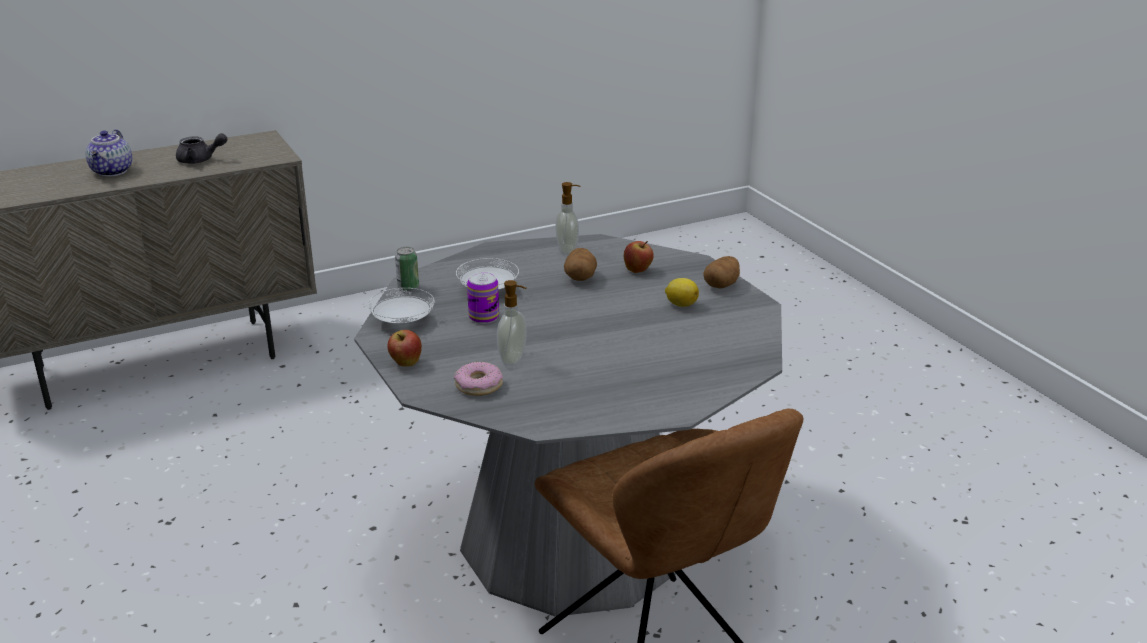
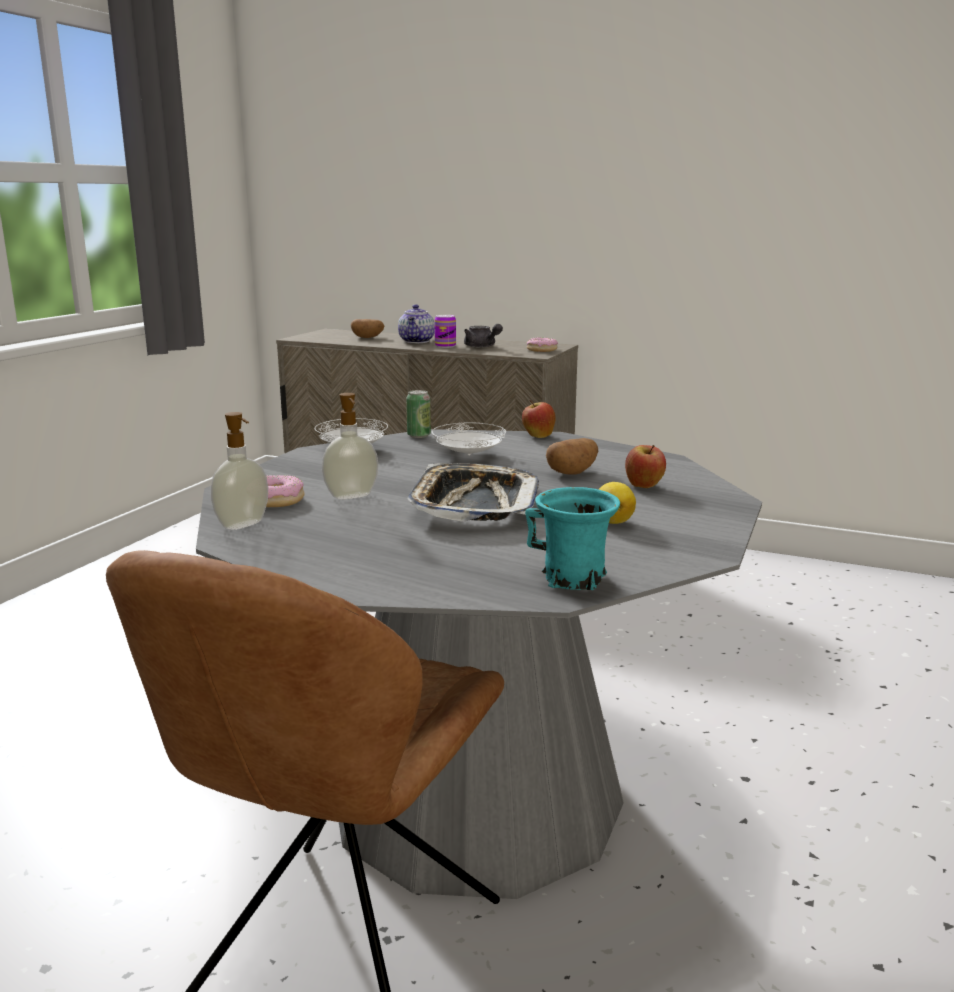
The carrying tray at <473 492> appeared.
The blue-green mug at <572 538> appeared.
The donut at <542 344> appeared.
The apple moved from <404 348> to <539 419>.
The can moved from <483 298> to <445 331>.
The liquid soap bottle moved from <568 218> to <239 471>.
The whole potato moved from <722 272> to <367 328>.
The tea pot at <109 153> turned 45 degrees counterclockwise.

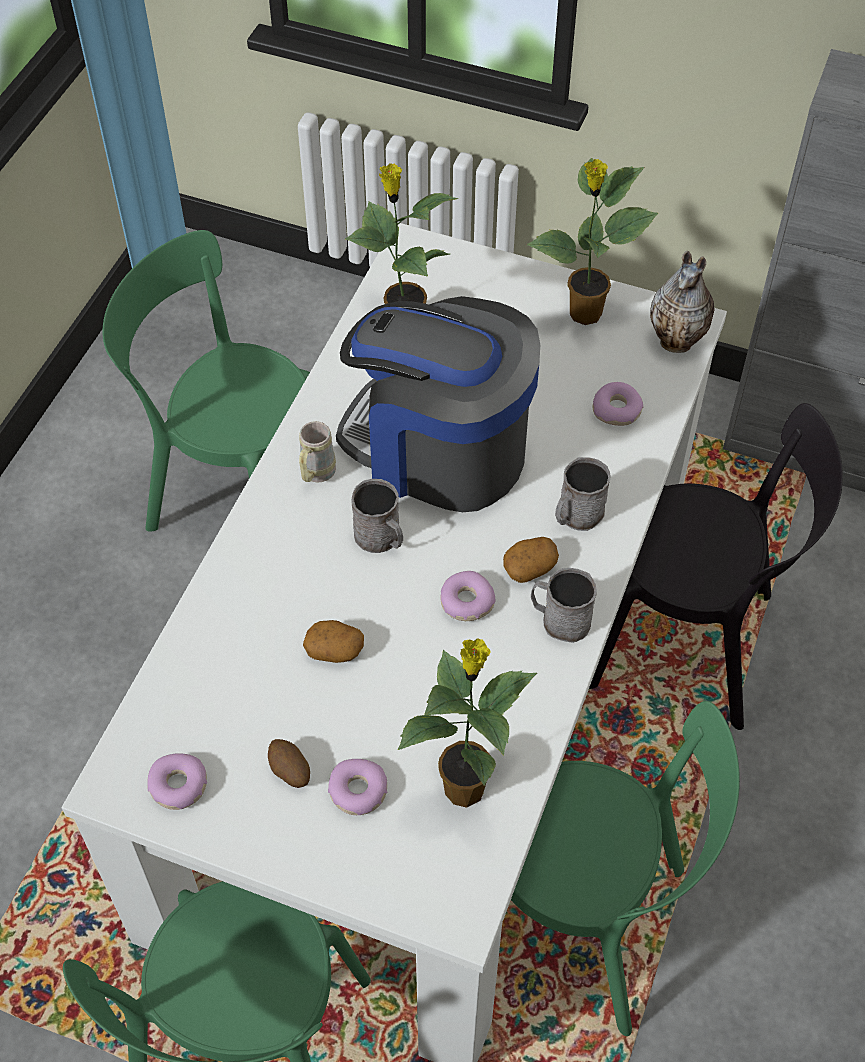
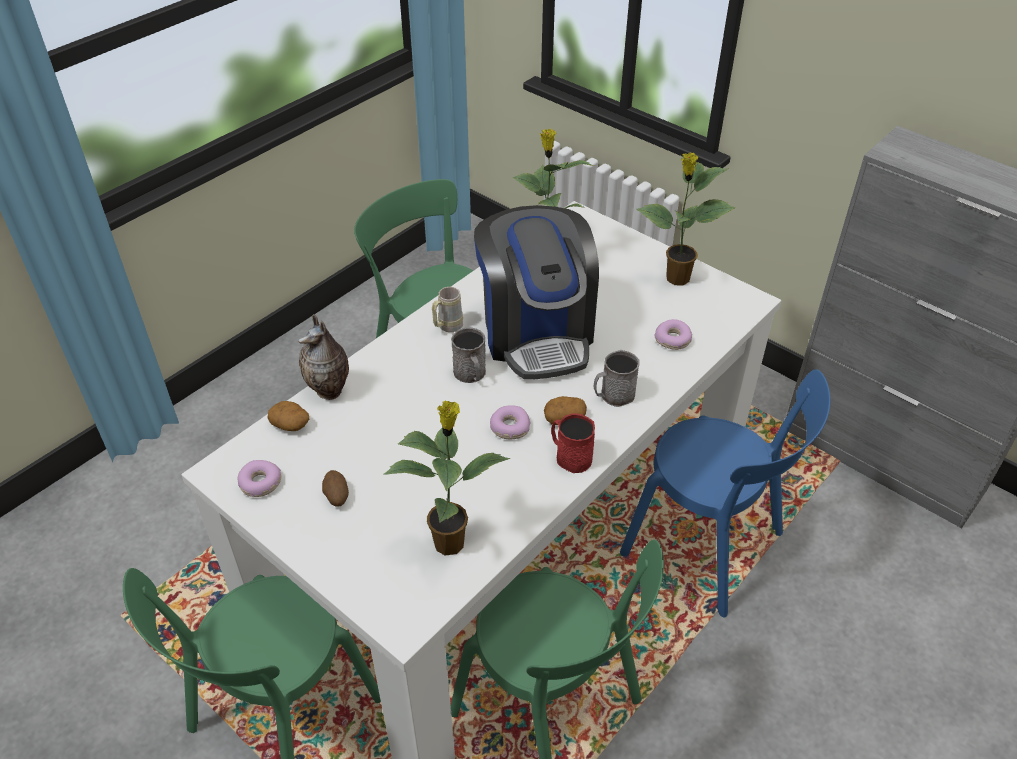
The donut at <357 787> disappeared.
The whole potato moved from <333 641> to <288 416>.
The vase moved from <682 302> to <323 357>.
The grey mug at <564 605> became the red-coloured mug at <573 443>.
The black-coloured upright chair at <716 566> became the blue-coloured upright chair at <725 493>.
The coffee brewer at <438 404> turned 150 degrees counterclockwise.

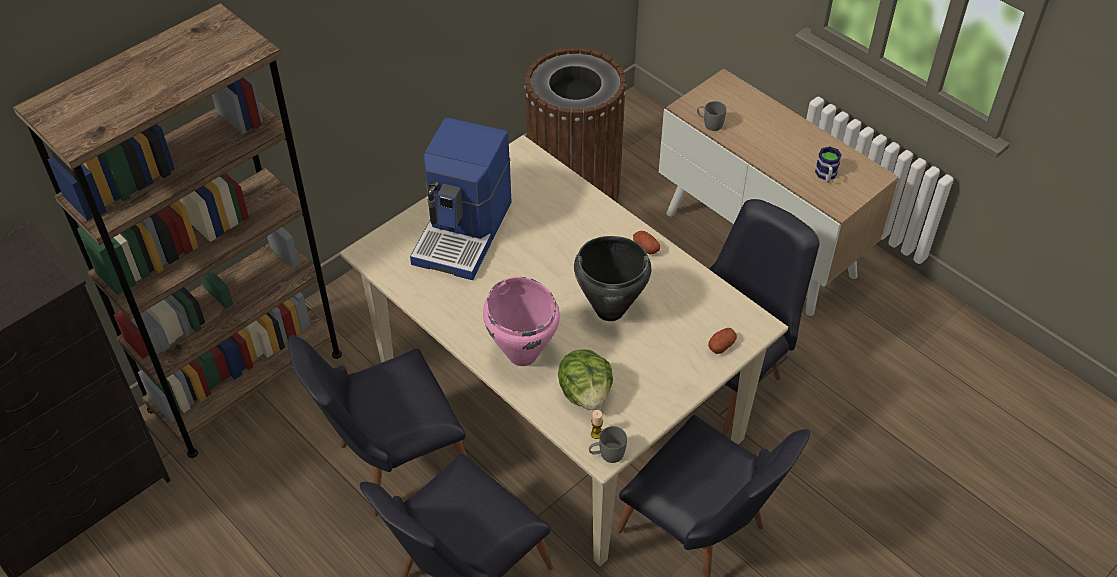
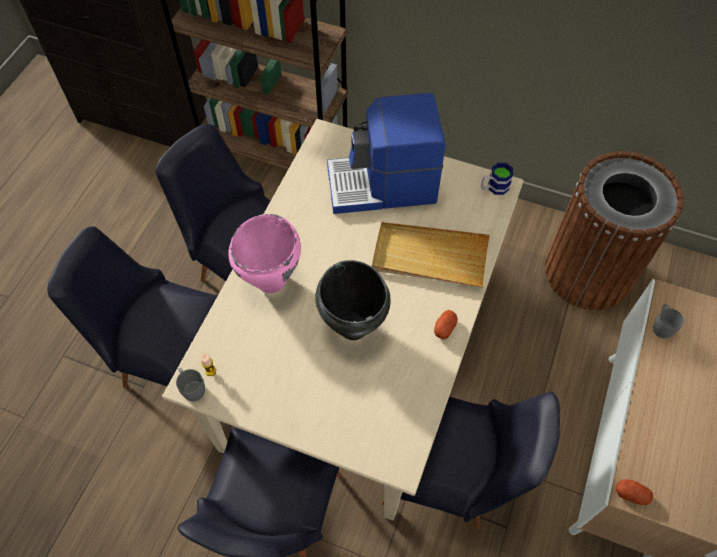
The lettuce at <585 379> disappeared.
The beige carrying tray at <431 255> appeared.
The whole potato moved from <722 341> to <634 492>.
The mug moved from <828 165> to <497 179>.

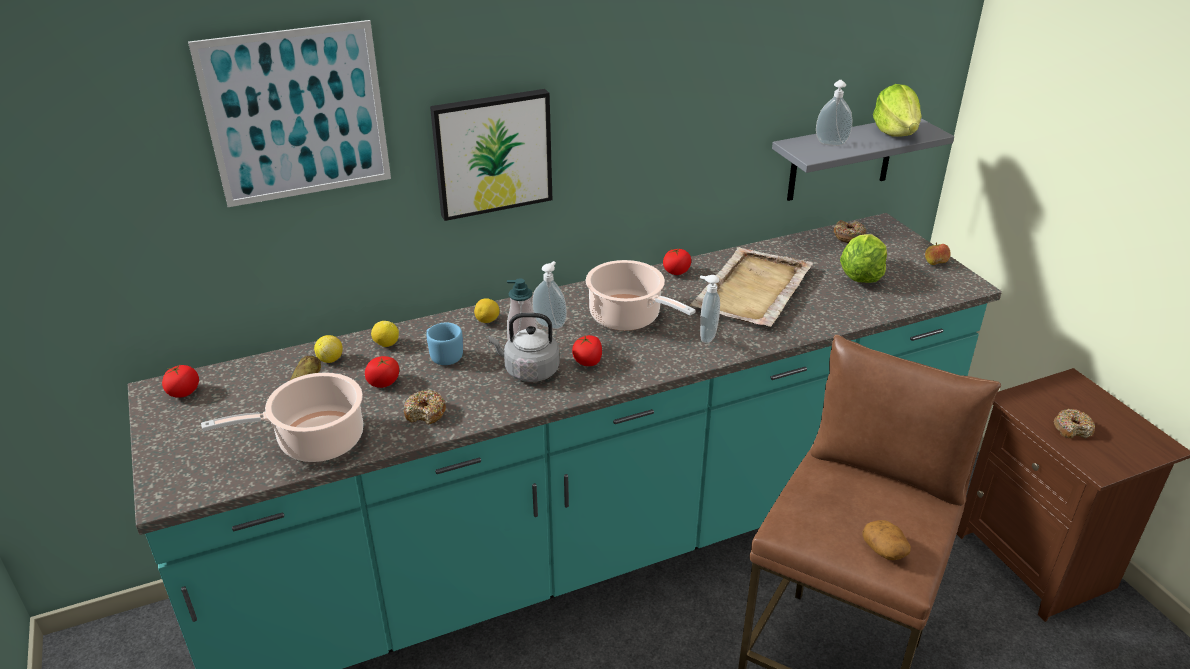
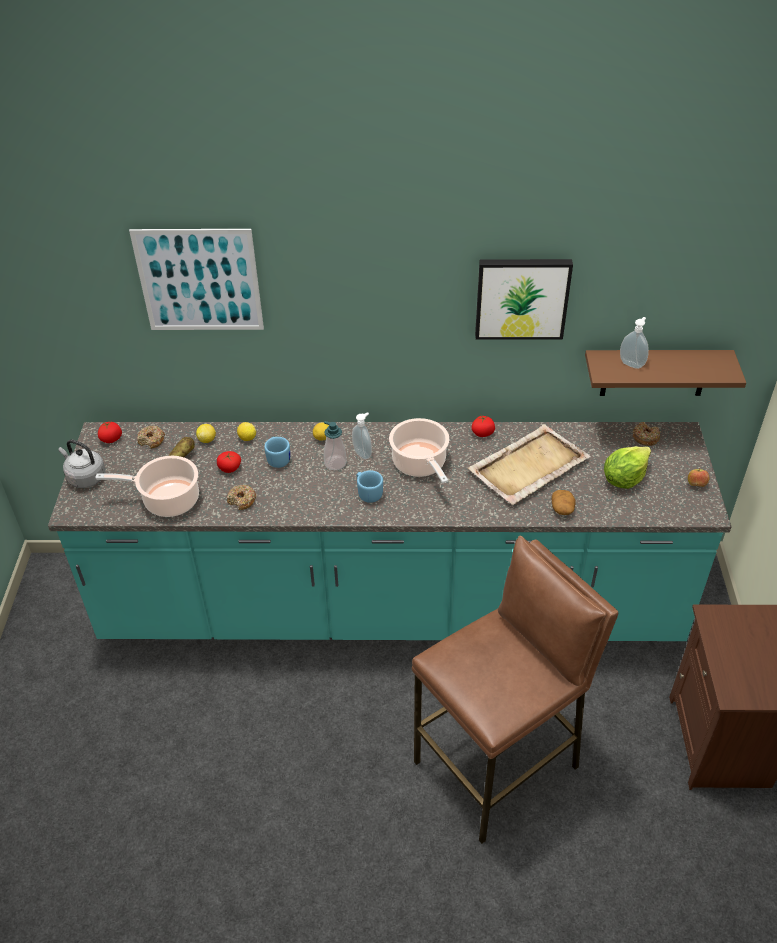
The liquid soap bottle at <710 309> disappeared.
The lettuce at <897 110> disappeared.
The wall art moved from <491 155> to <524 299>.
The grey tea kettle moved from <524 347> to <82 464>.
The whole potato moved from <886 540> to <564 502>.
The donut moved from <1074 424> to <151 437>.
The tomato at <587 350> was replaced by the blue-coloured mug at <370 486>.
The grey shelf at <863 159> became the brown-coloured shelf at <665 373>.

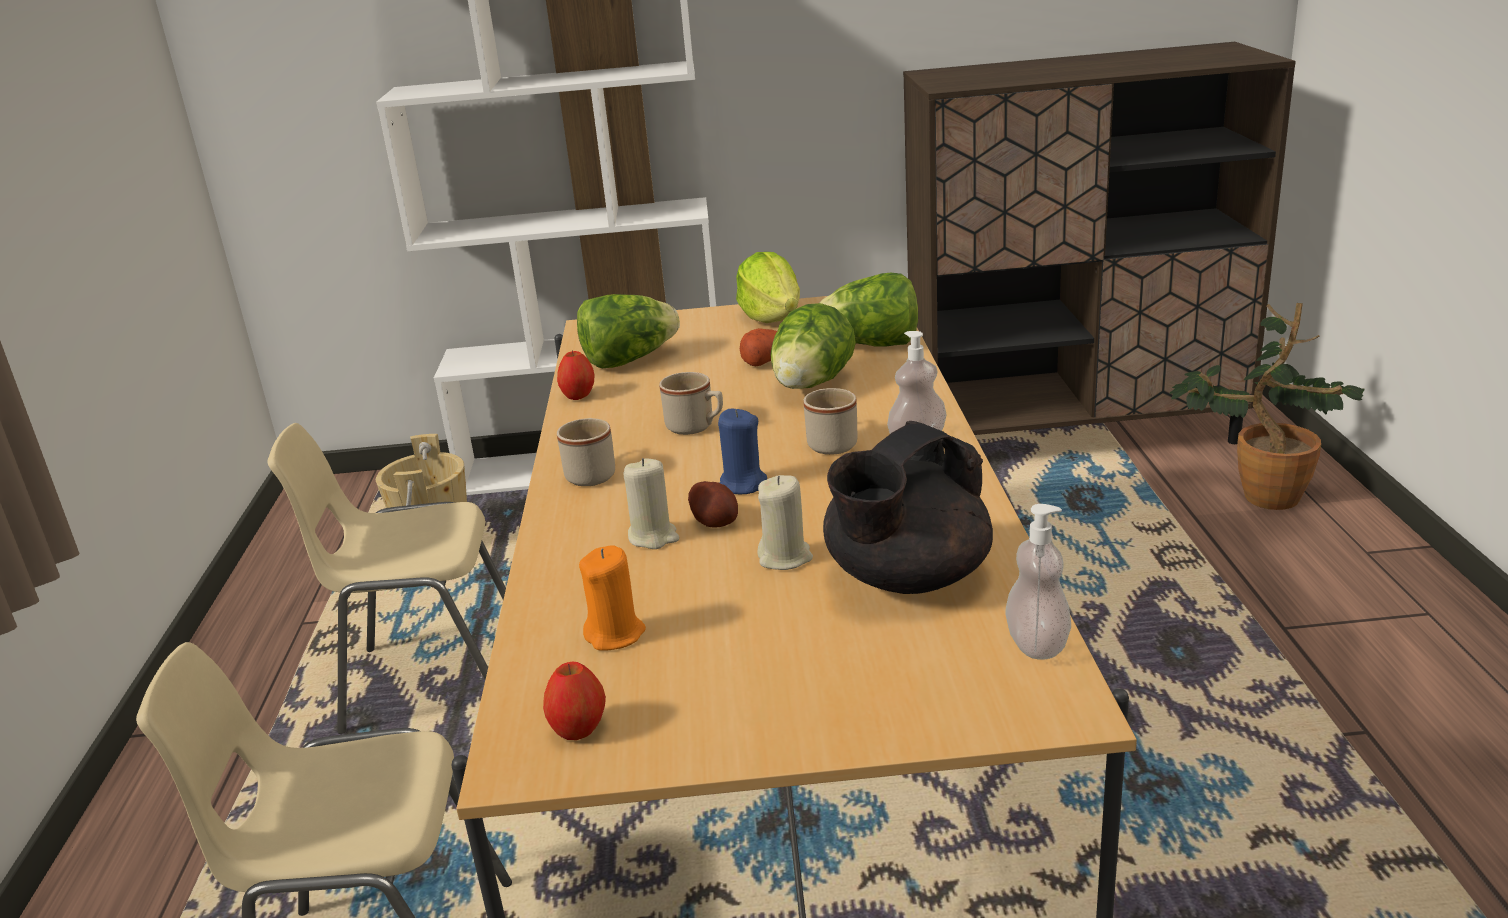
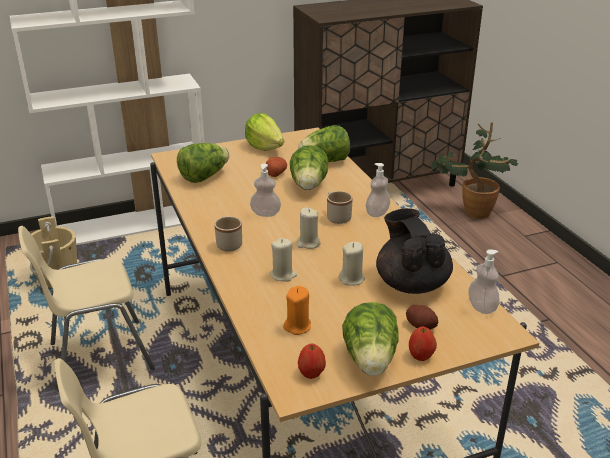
The lettuce at <370 339> appeared.
The apple moved from <575 375> to <423 344>.
The whole potato moved from <713 504> to <422 317>.
The beige mug at <691 403> was replaced by the liquid soap bottle at <265 190>.
The blue-coloured candle at <742 451> became the beige candle at <309 228>.
The black-coloured tea pot at <908 507> turned 135 degrees clockwise.

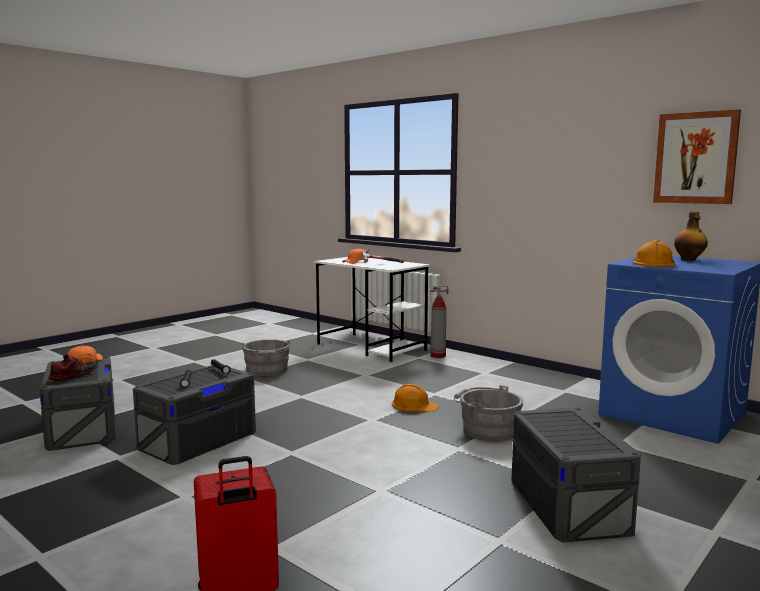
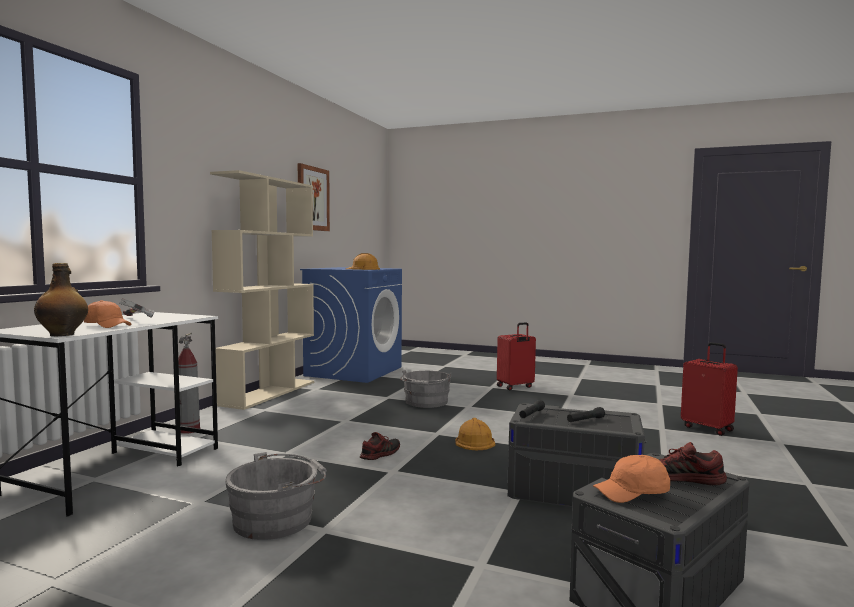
The beige shelving unit at <262 290> appeared.
The low shoe at <380 446> appeared.
The orange hard hat moved from <415 398> to <475 434>.
The drink bottle moved from <691 236> to <61 299>.
The grey storage box at <576 475> was replaced by the red-coloured travel case at <516 356>.

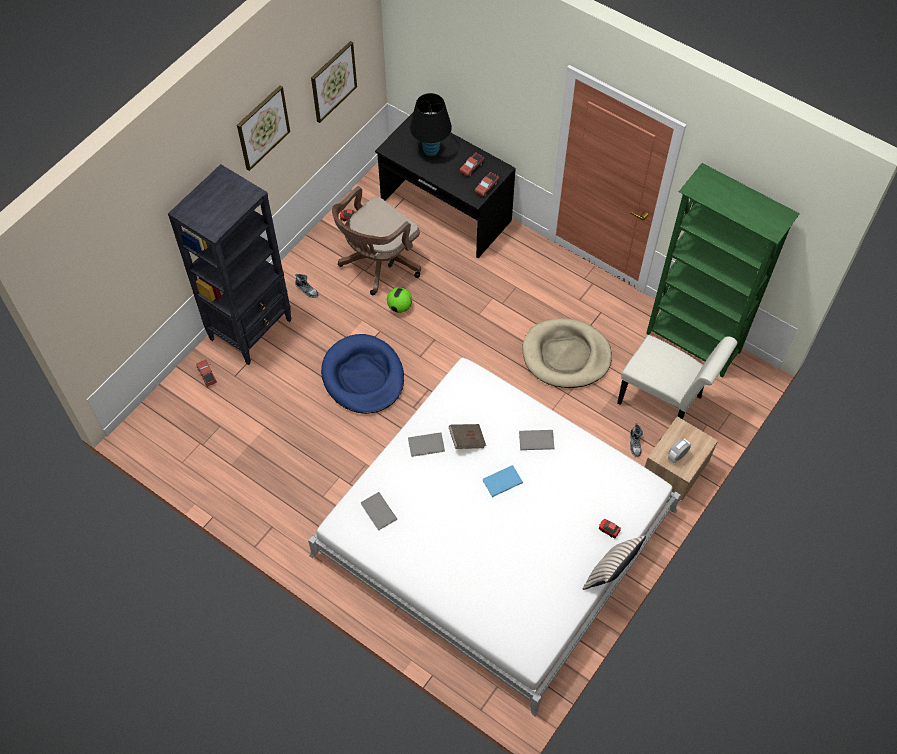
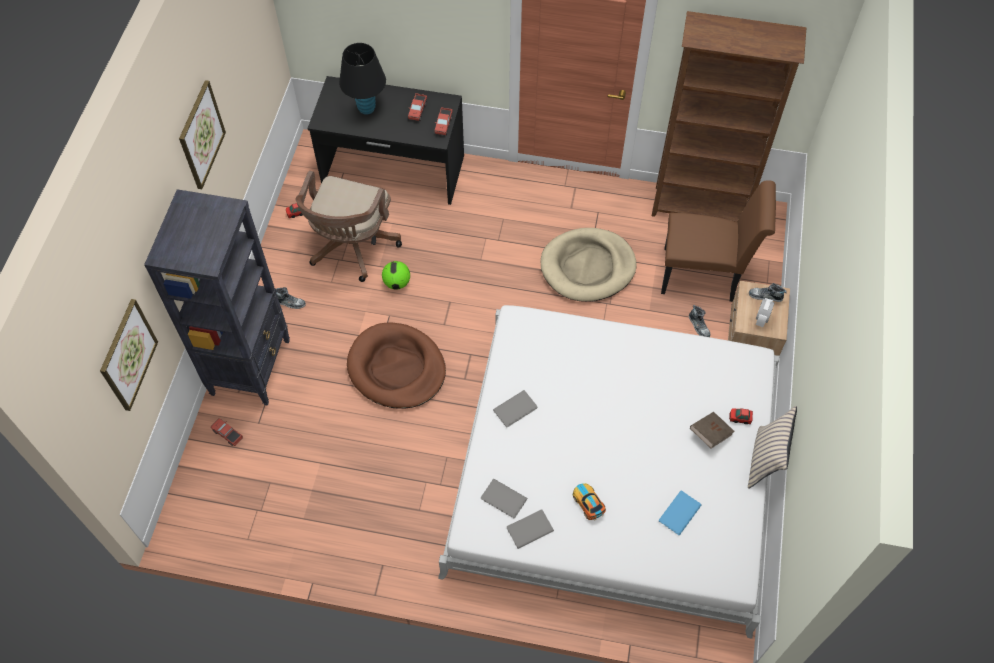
The miniature car at <589 502> appeared.
The low shoe at <768 292> appeared.
The wall art moved from <334 82> to <129 355>.
The brown-coloured bound book moved from <467 436> to <712 430>.
The blue-coloured bound book moved from <502 481> to <680 512>.
The grey bound book moved from <536 440> to <530 529>.
The blue-coloured dog bed at <362 374> became the brown-coloured dog bed at <396 365>.
The white upright chair at <677 377> became the brown-coloured upright chair at <718 241>.
The greenish shelving unit at <723 270> became the brown-coloured shelving unit at <729 116>.

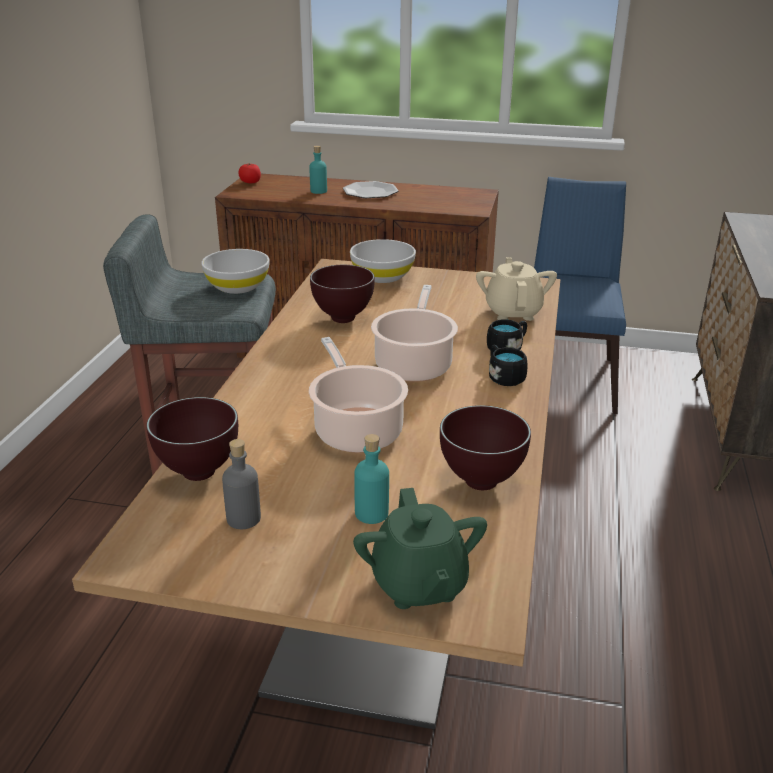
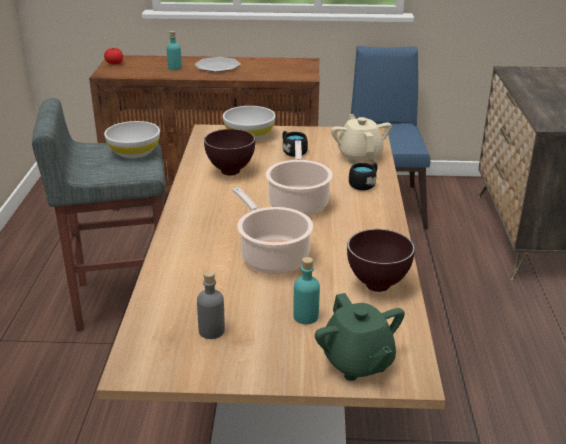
The brown-coloured deep dish at <192 439> disappeared.
The black-coloured mug moved from <508 365> to <295 144>.

